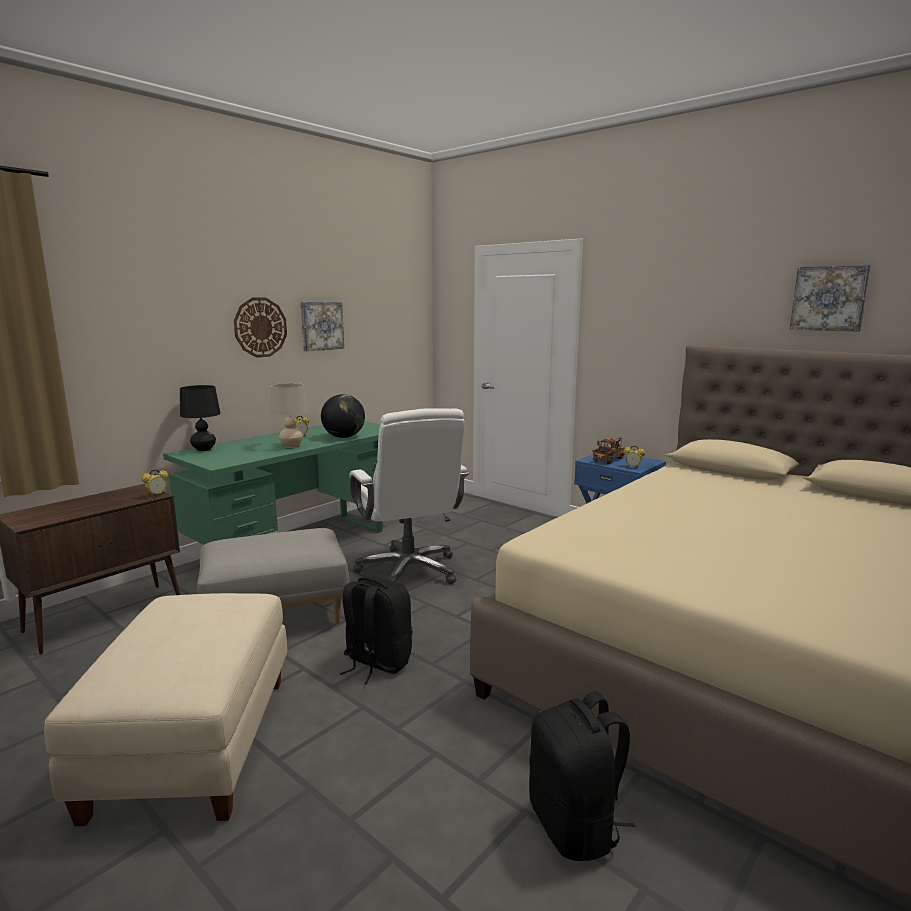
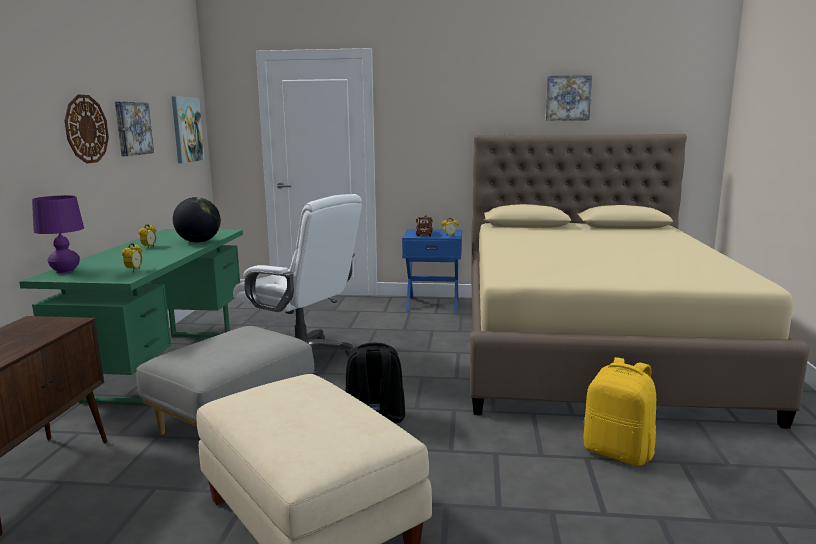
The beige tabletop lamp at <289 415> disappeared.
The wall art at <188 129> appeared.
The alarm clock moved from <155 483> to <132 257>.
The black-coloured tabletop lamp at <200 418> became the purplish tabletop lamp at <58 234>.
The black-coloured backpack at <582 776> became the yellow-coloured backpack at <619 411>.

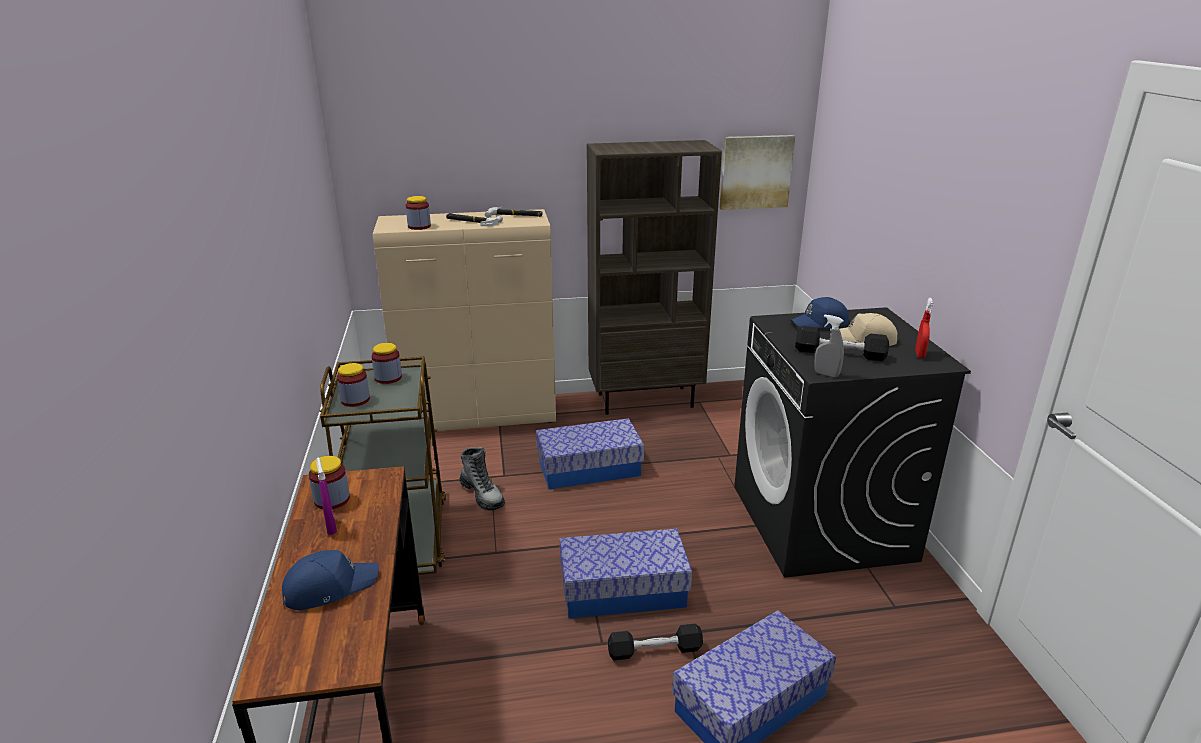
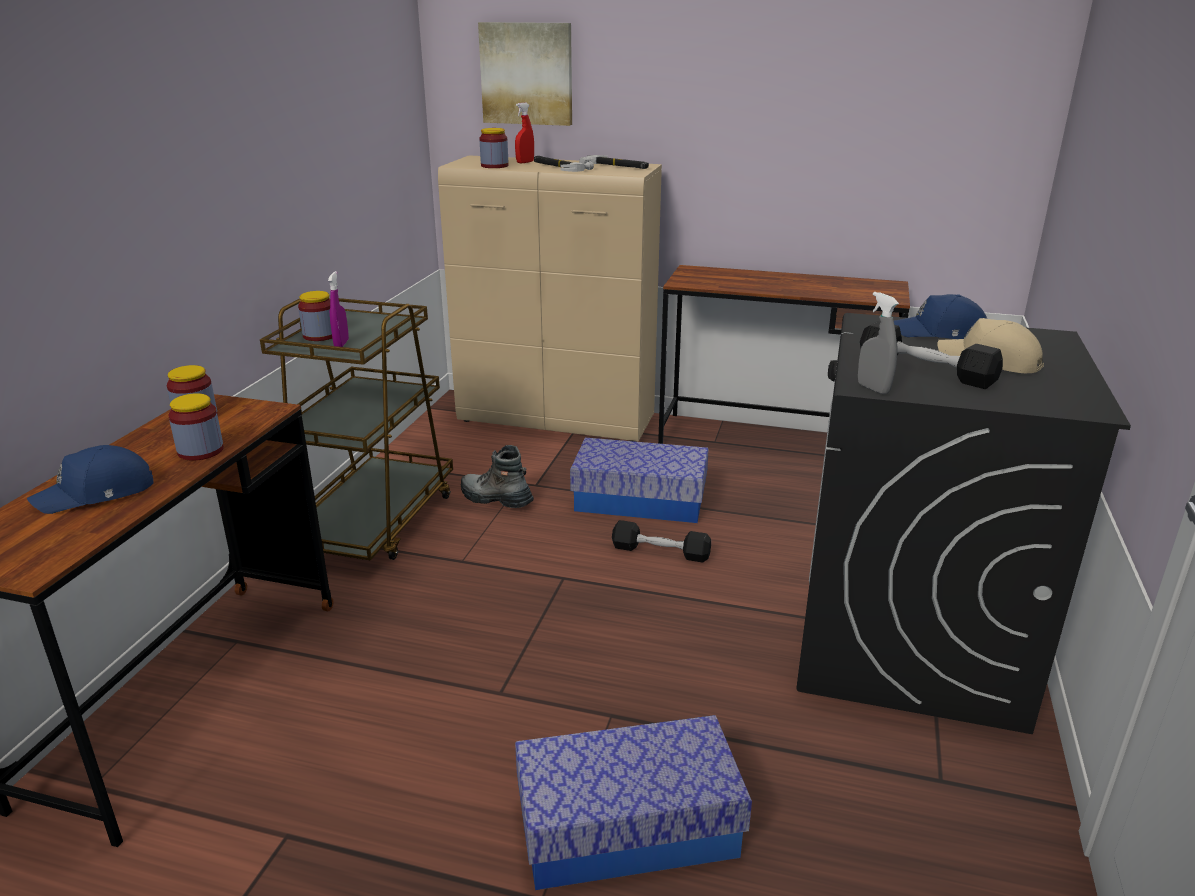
The storage box at <625 573> disappeared.
The purplish sprayer moved from <326 496> to <338 309>.
The storage jar moved from <386 363> to <196 427>.
The black-coloured free weight moved from <655 642> to <661 541>.
The wall art moved from <757 172> to <525 74>.
The red-coloured sprayer moved from <924 328> to <524 133>.
The brown-coloured shelving unit at <654 277> was replaced by the brown-coloured desk unit at <784 354>.
The blue-coloured baseball cap at <330 580> turned 150 degrees clockwise.
The boot at <482 479> turned 135 degrees clockwise.

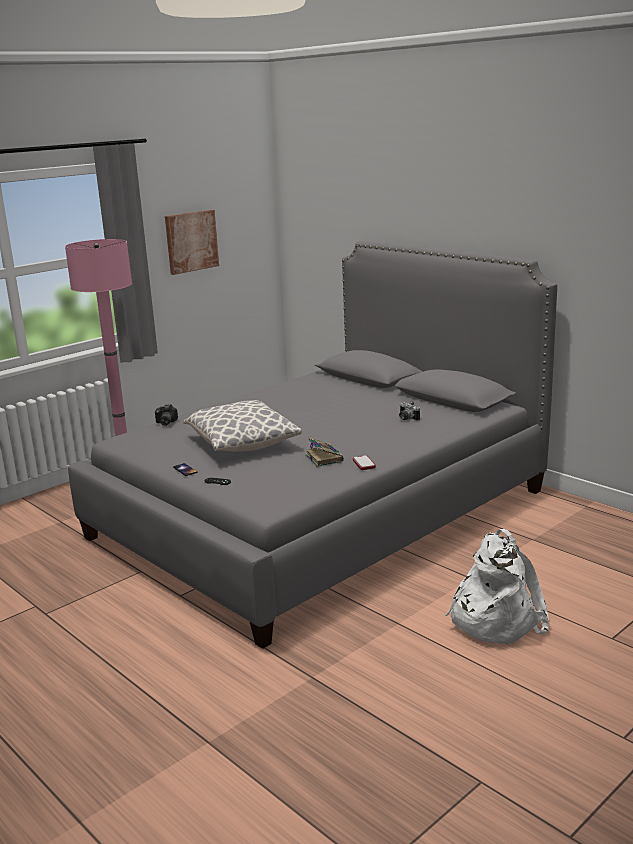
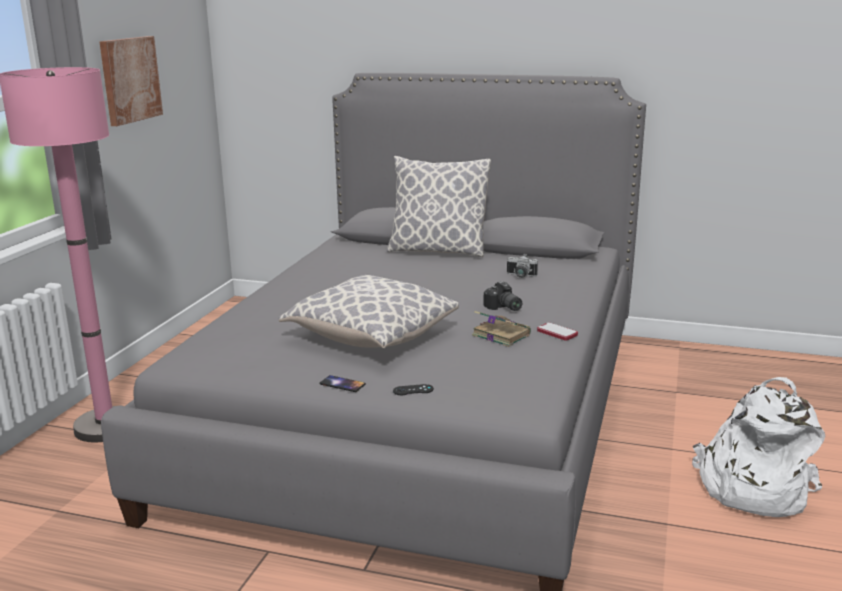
The cushion at <439 206> appeared.
The photo camera moved from <166 415> to <503 296>.

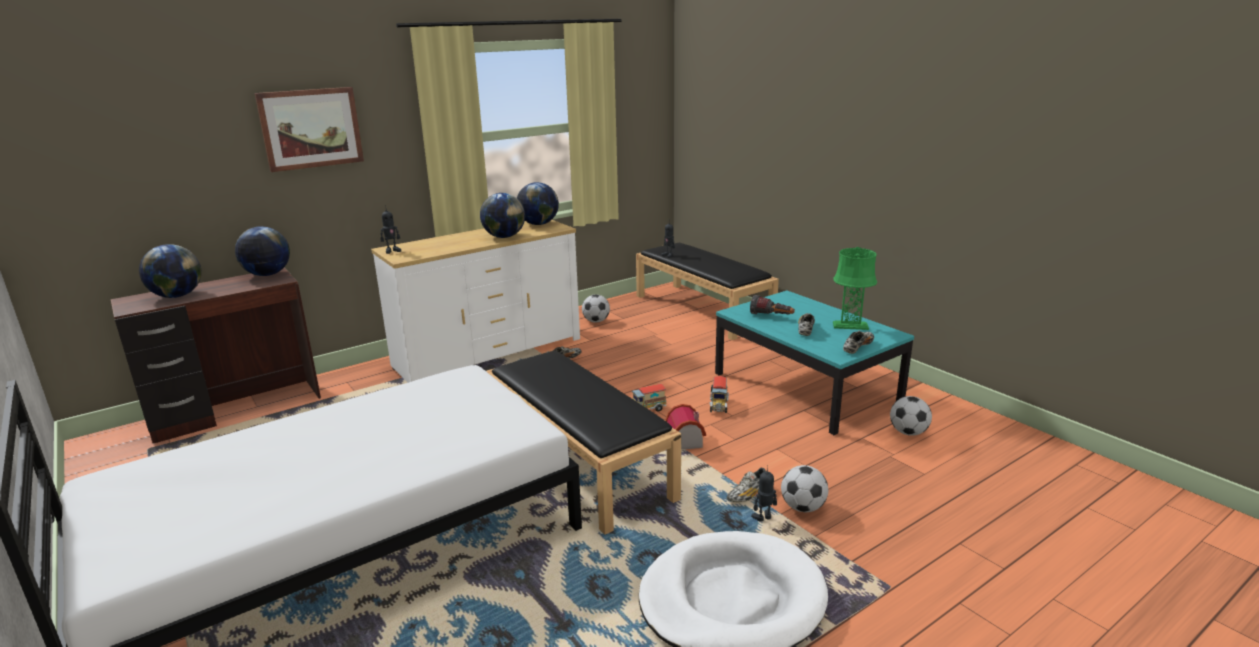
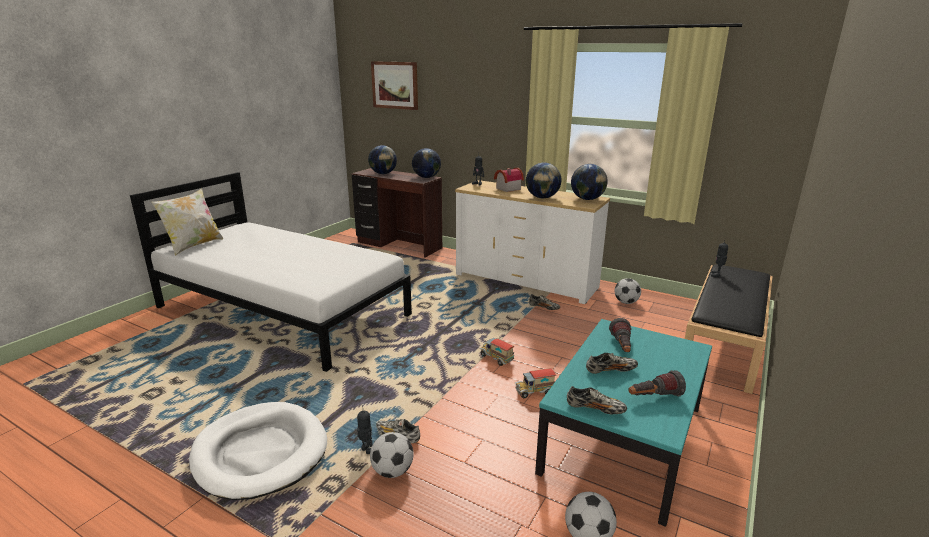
The black-coloured bench at <583 442> disappeared.
The cushion at <187 222> appeared.
The wall art moved from <309 129> to <394 85>.
The miniature house moved from <686 426> to <509 180>.
The greenish tabletop lamp at <855 288> was replaced by the hand torch at <657 383>.

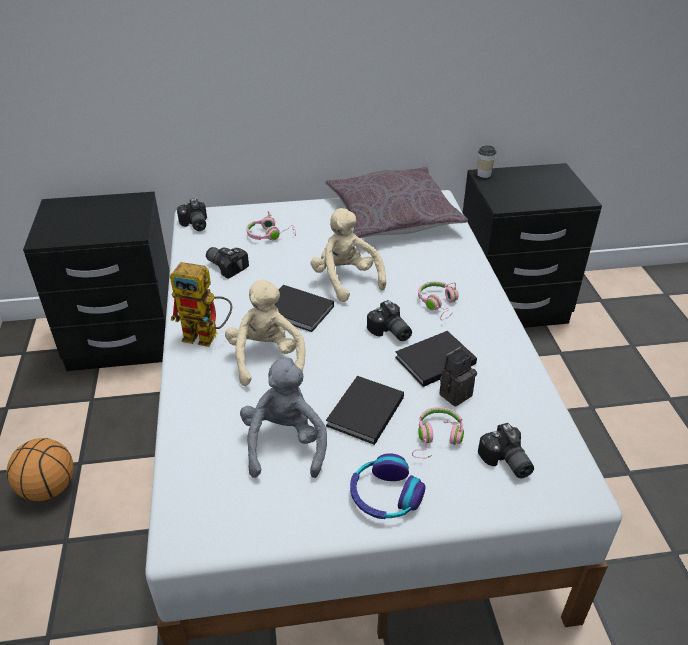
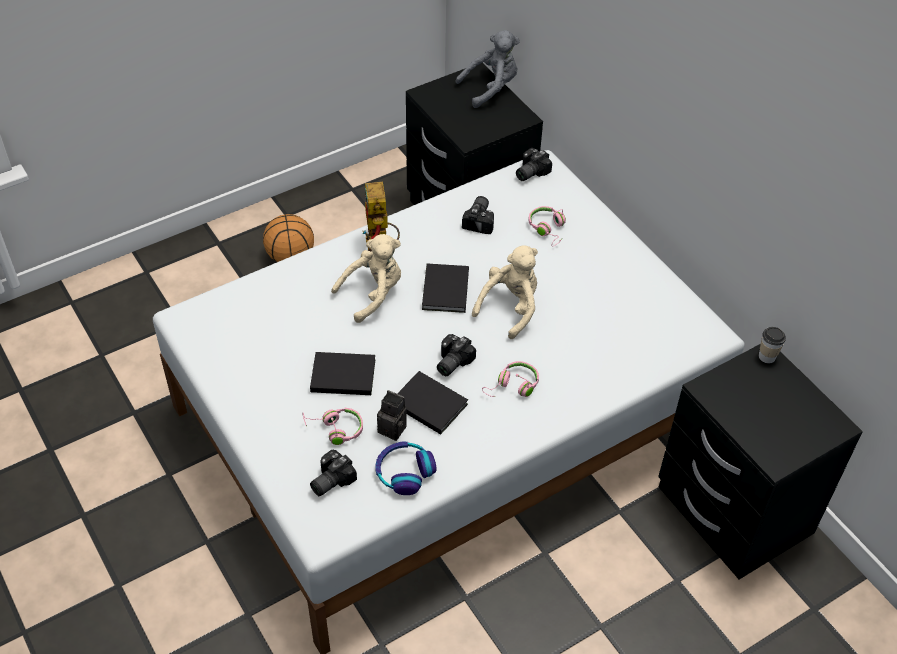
The grey cushion at <396 202> disappeared.
The grey cuddly toy moved from <283 418> to <487 69>.
The pair of headphones moved from <387 486> to <406 468>.

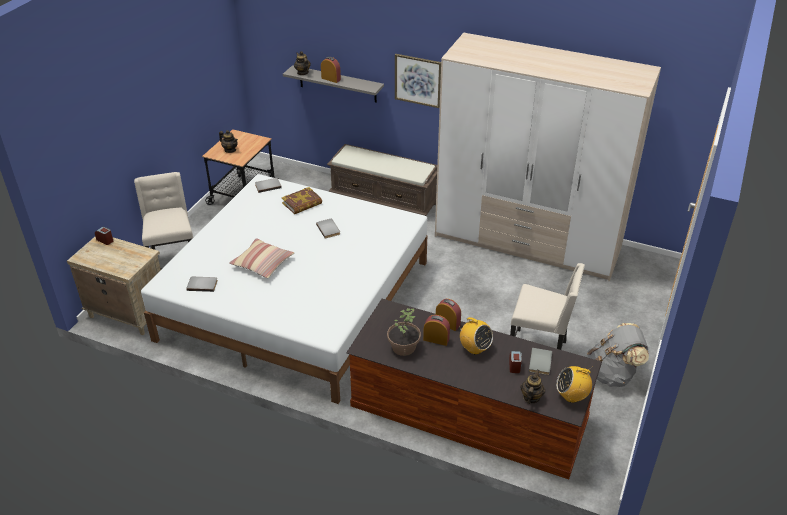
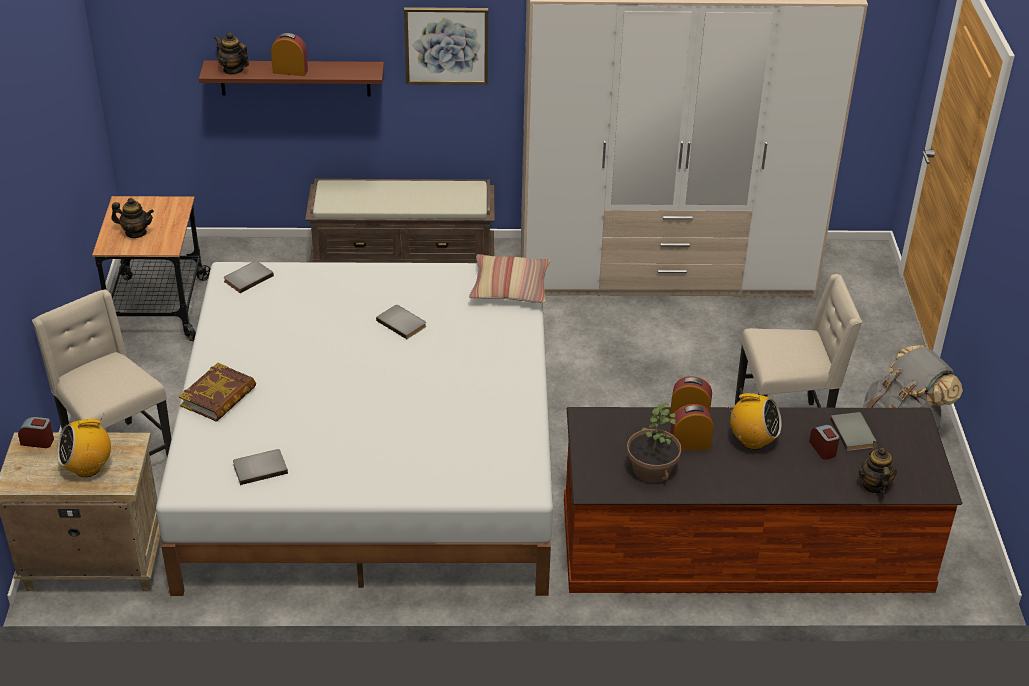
The cushion moved from <261 258> to <510 278>.
The bound book moved from <302 200> to <217 392>.
The radio set moved from <574 384> to <84 445>.
The grey shelf at <333 84> became the brown-coloured shelf at <291 78>.

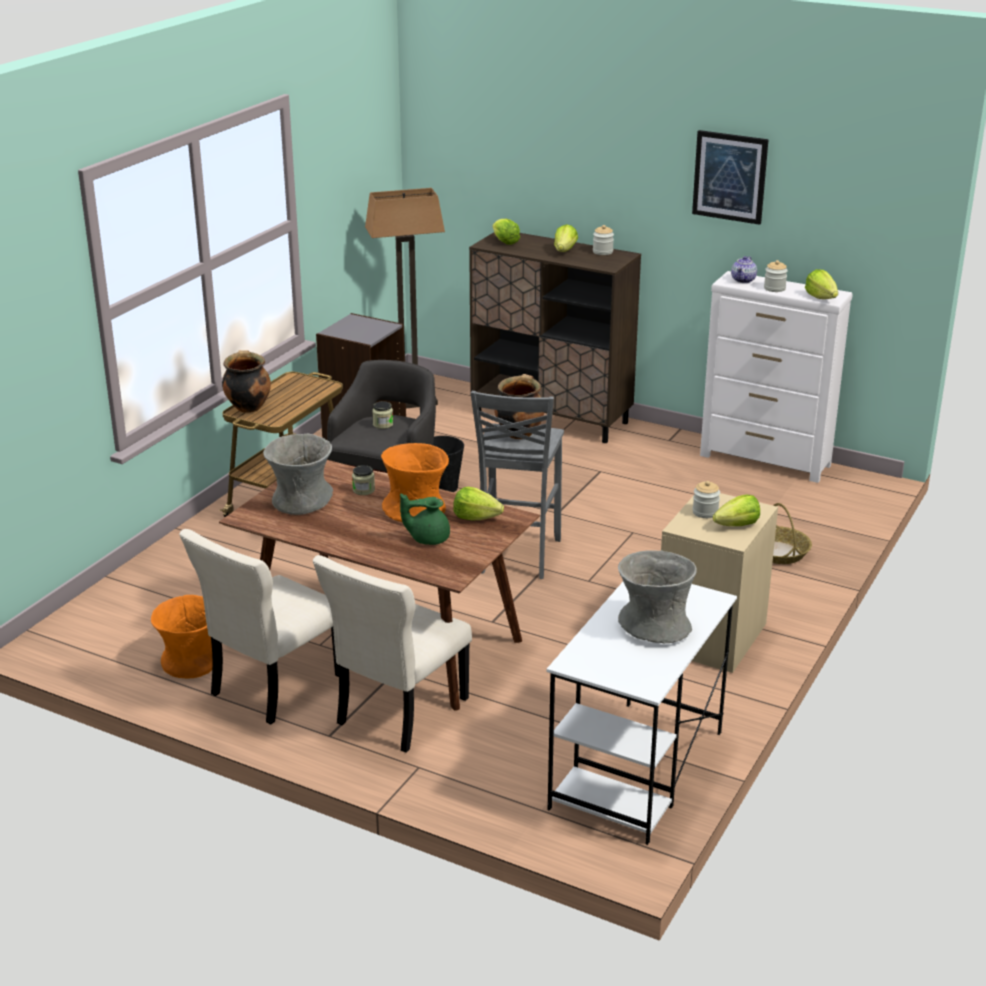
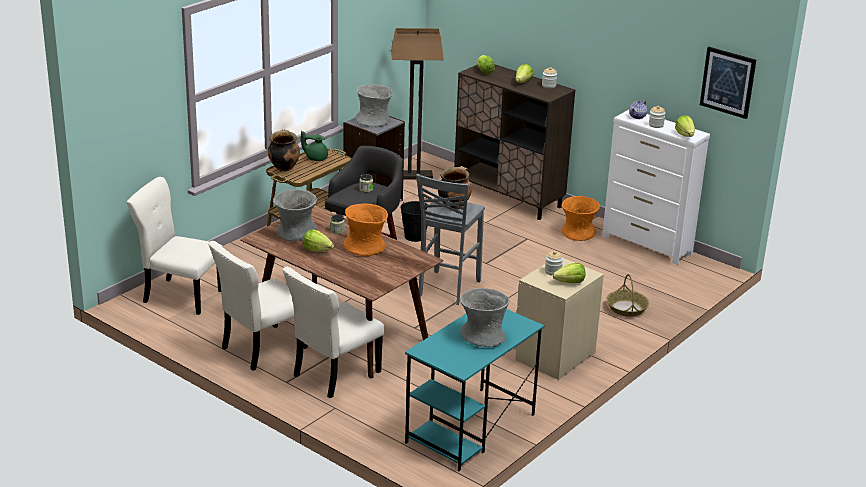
The beige upright chair at <175 246> appeared.
The grey vase at <374 106> appeared.
The orange vase moved from <181 637> to <581 218>.
The greenish tea pot moved from <425 519> to <314 146>.
The lettuce moved from <478 504> to <318 240>.
The wall art moved from <730 177> to <728 83>.
The white desk unit at <641 713> became the blue-green desk unit at <474 390>.

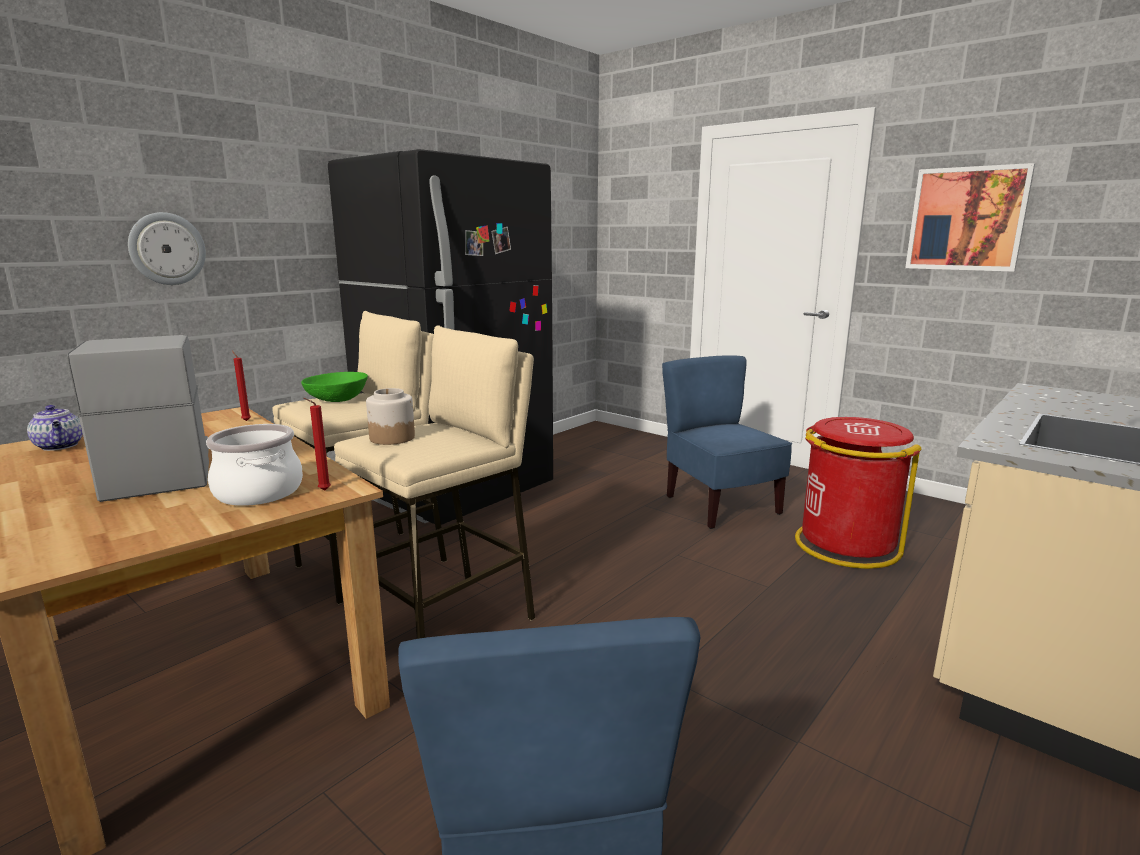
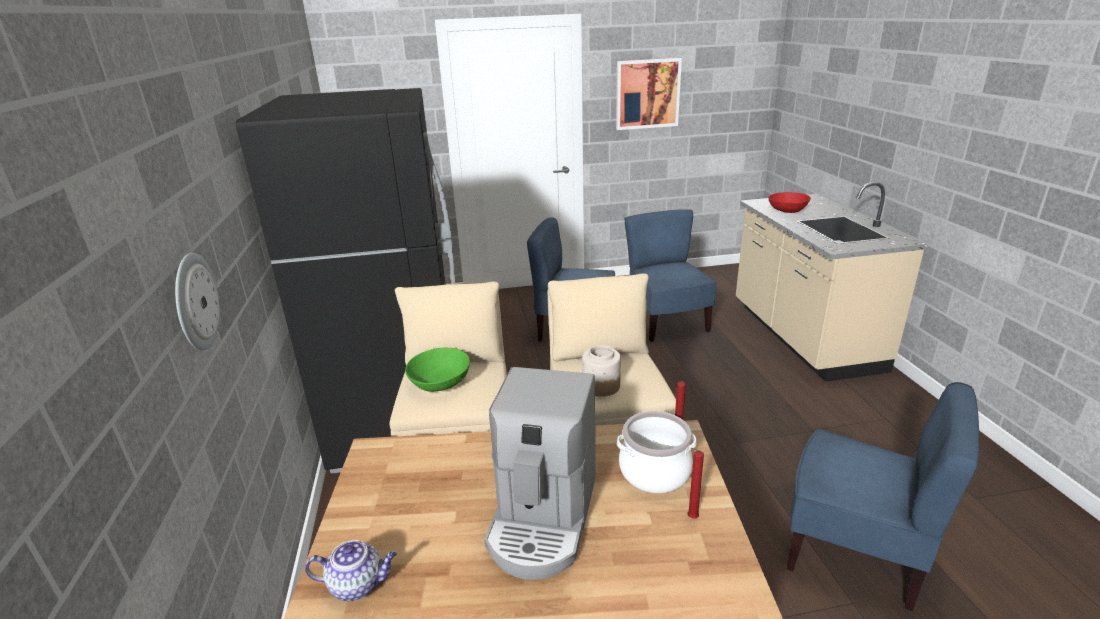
The red-coloured deep dish at <789 202> appeared.
The red-coloured candle moved from <241 385> to <695 483>.
The red-coloured rubbish bin at <858 493> was replaced by the blue-coloured upright chair at <671 275>.
The coffee brewer at <138 418> turned 90 degrees counterclockwise.

